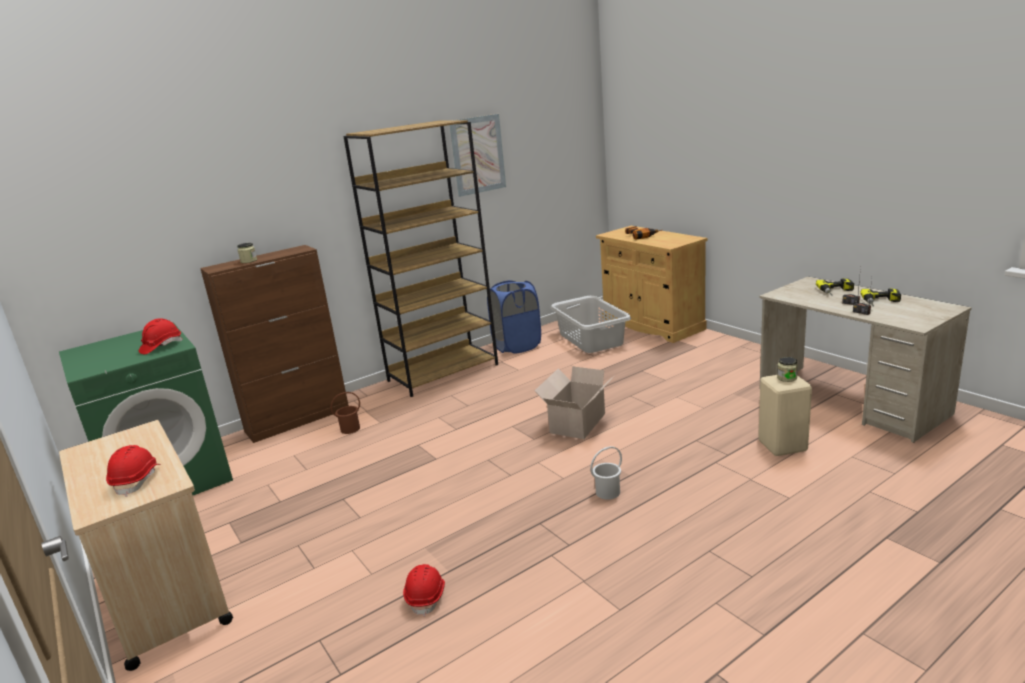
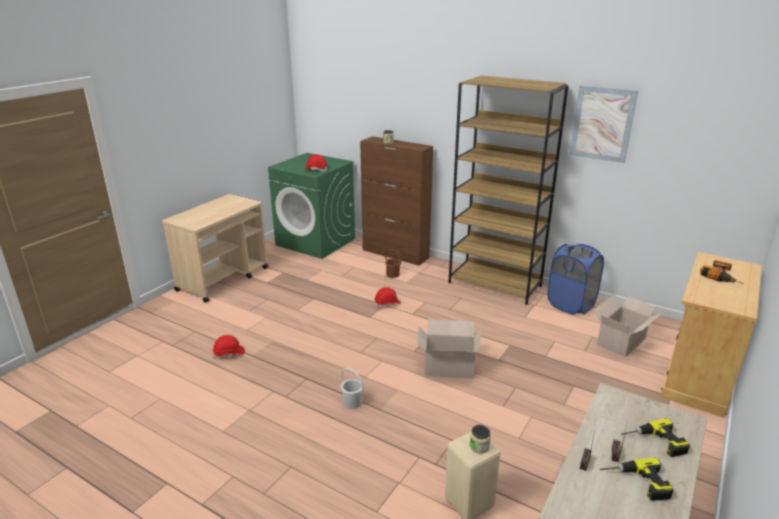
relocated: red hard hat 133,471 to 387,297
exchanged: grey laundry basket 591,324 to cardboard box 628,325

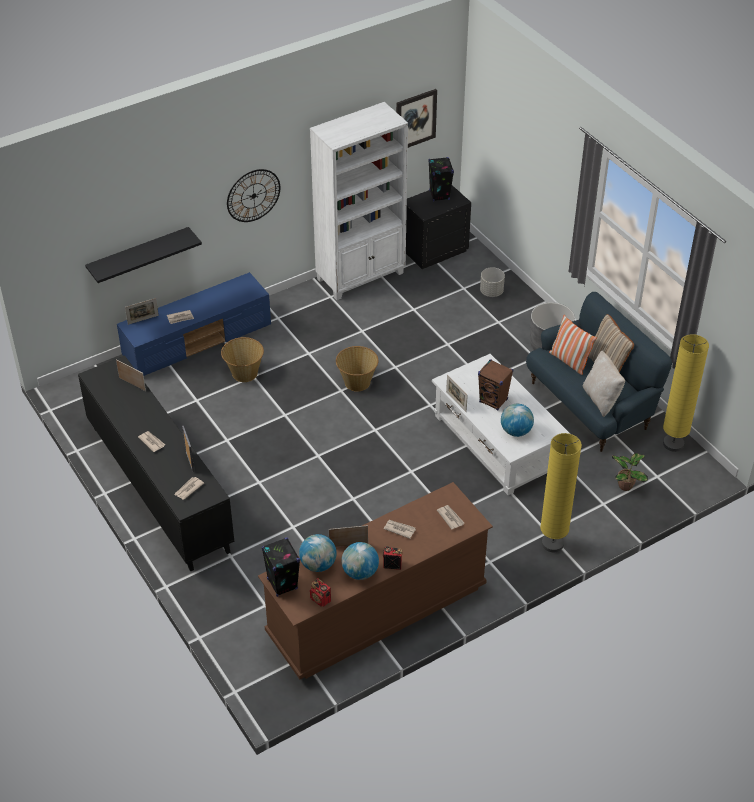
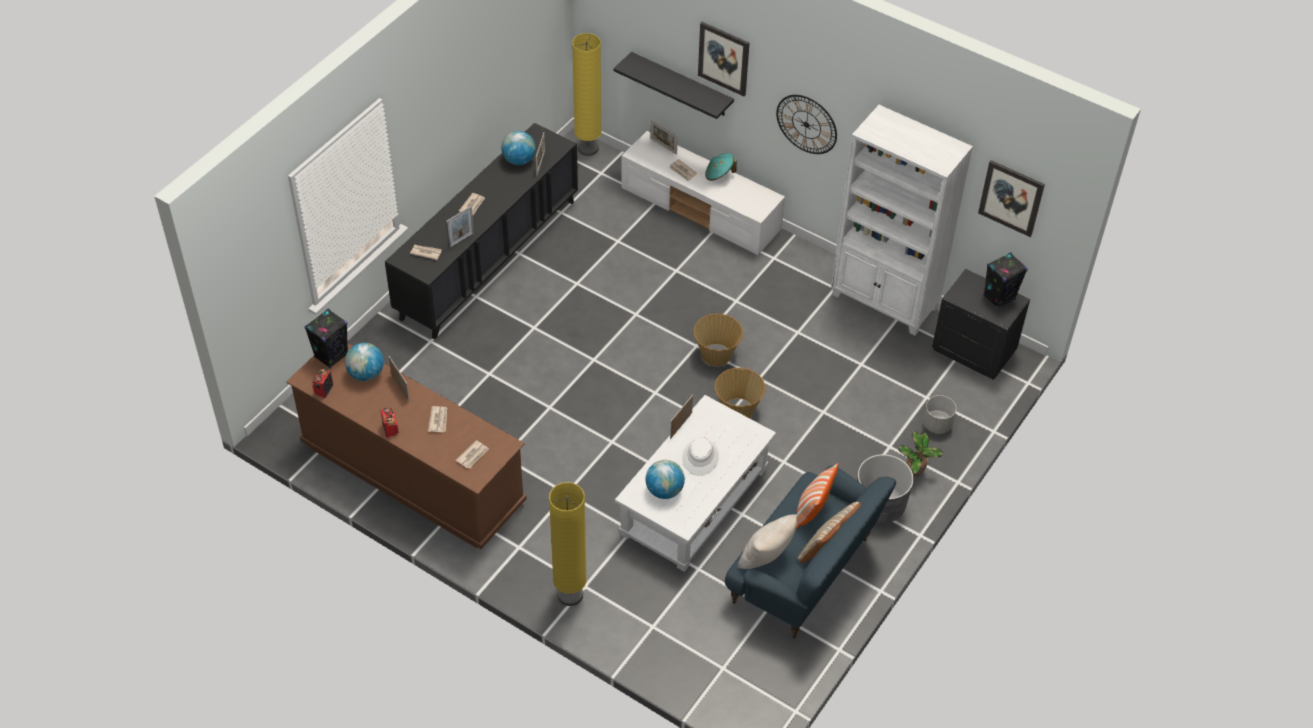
appeared: picture 723,59; turquoise hat 721,167
relocated: basket 242,359 to 740,393; globe 360,561 to 518,148; potted plant 630,472 to 921,453; yellow floor lamp 686,393 to 587,94
exchanged: brown speaker 495,385 to white hat 700,456
colour: blue tv stand 194,324 to white tv stand 703,193

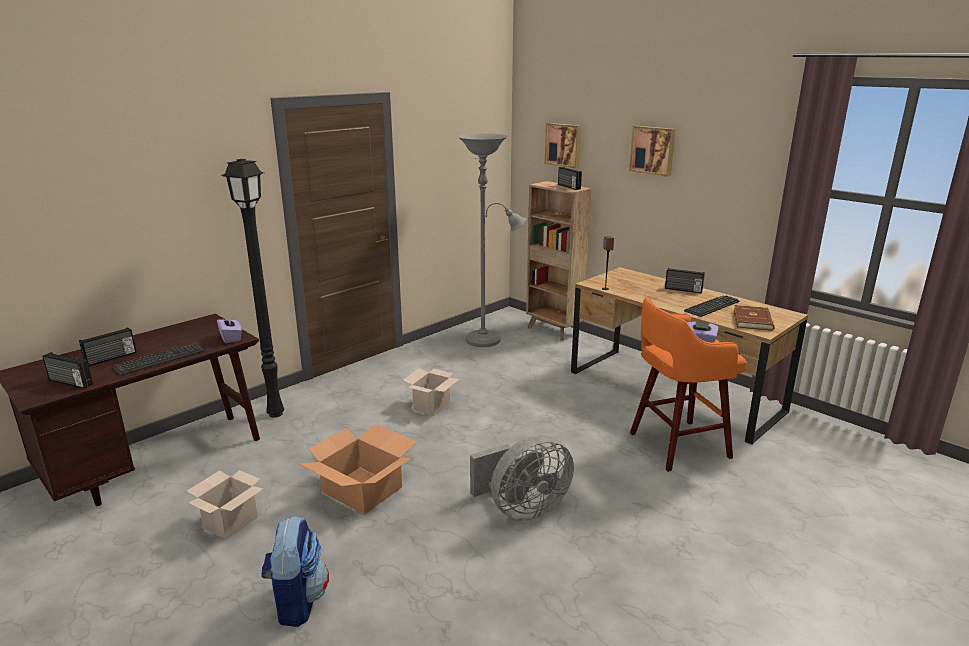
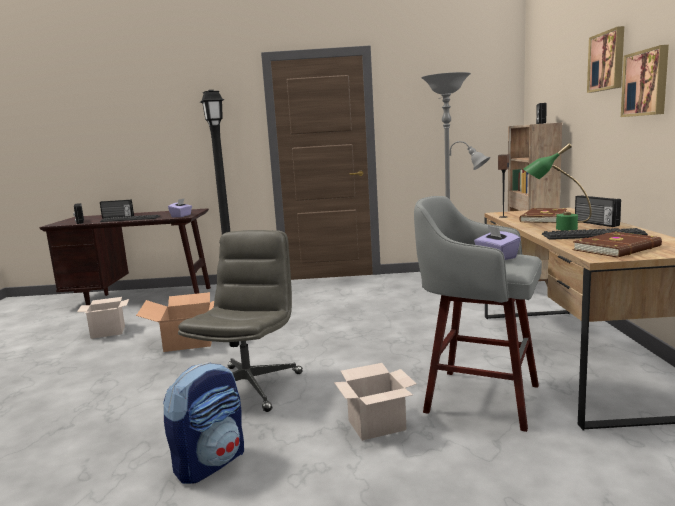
appeared: brown book 543,215; green table lamp 557,187
relocated: backpack 295,571 to 203,423; cardboard box 431,392 to 375,402; picture 563,145 to 645,81
exchanged: grey fan 522,478 to grey office chair 240,321
colour: orange stool 688,384 to grey stool 478,314

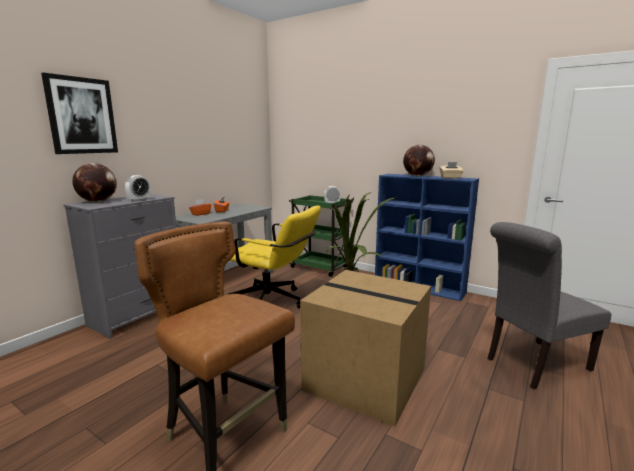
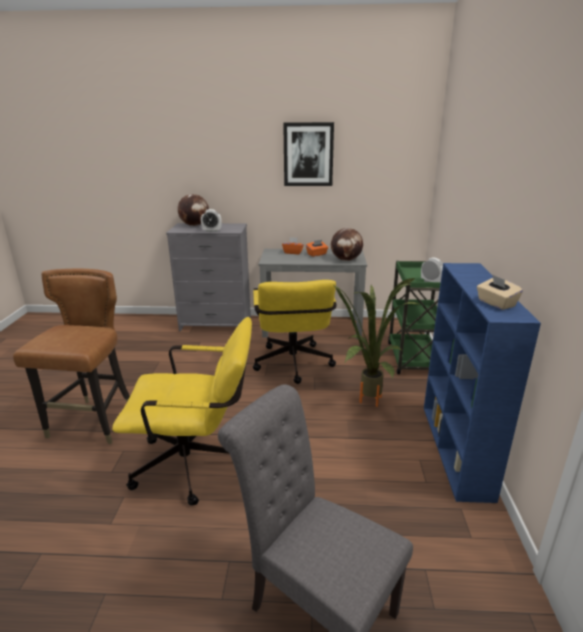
relocated: picture 79,113 to 308,154; globe 419,160 to 347,244
exchanged: cardboard box 365,348 to yellow office chair 182,411

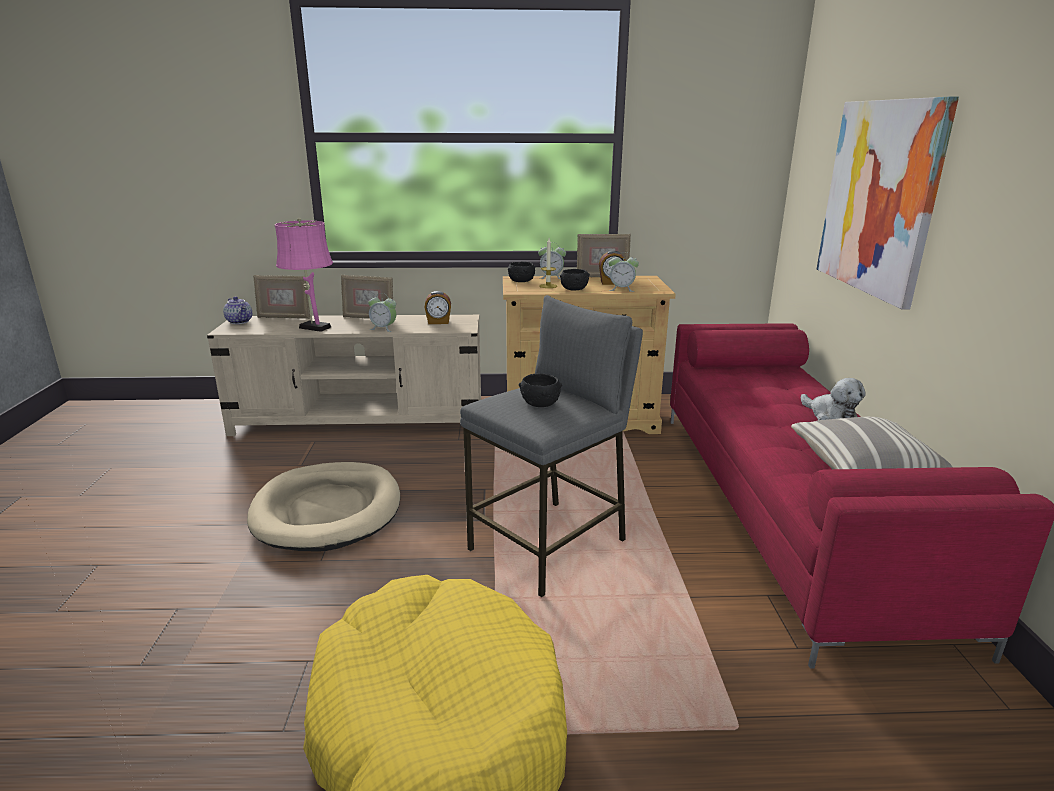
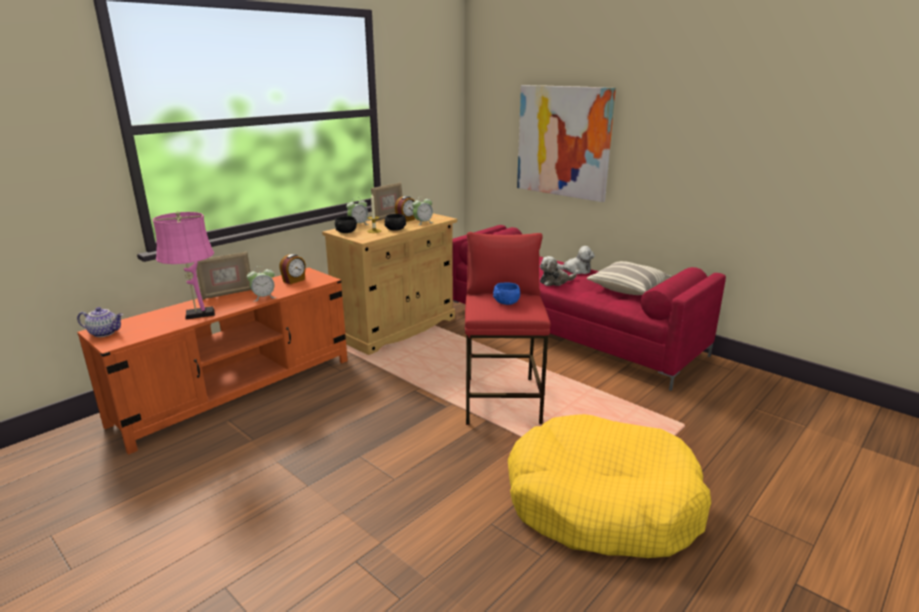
missing: beige dog bed 323,506; picture frame 281,297
appeared: plush toy 558,271
colour: beige tv stand 344,375 to orange tv stand 212,361; grey stool 551,446 to red stool 508,328; black bowl 540,390 to blue bowl 506,293

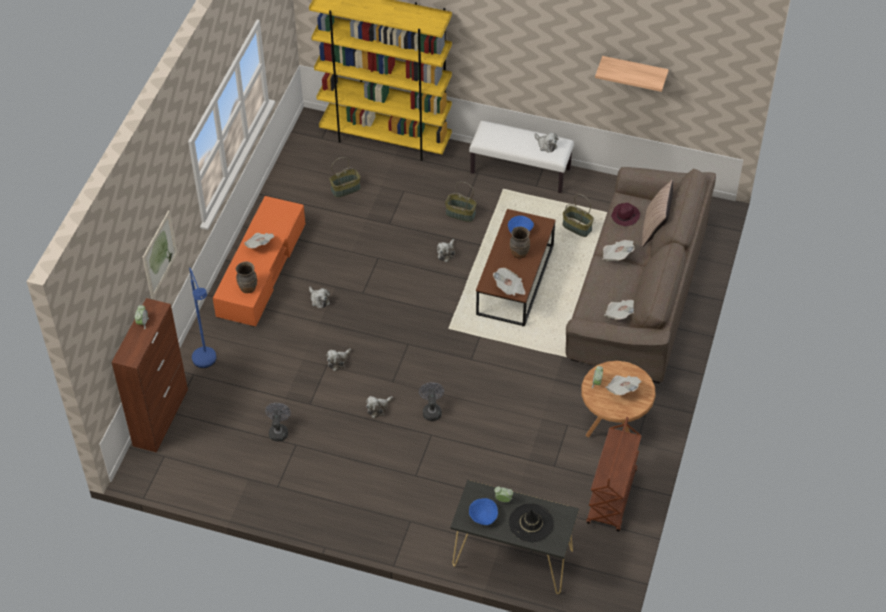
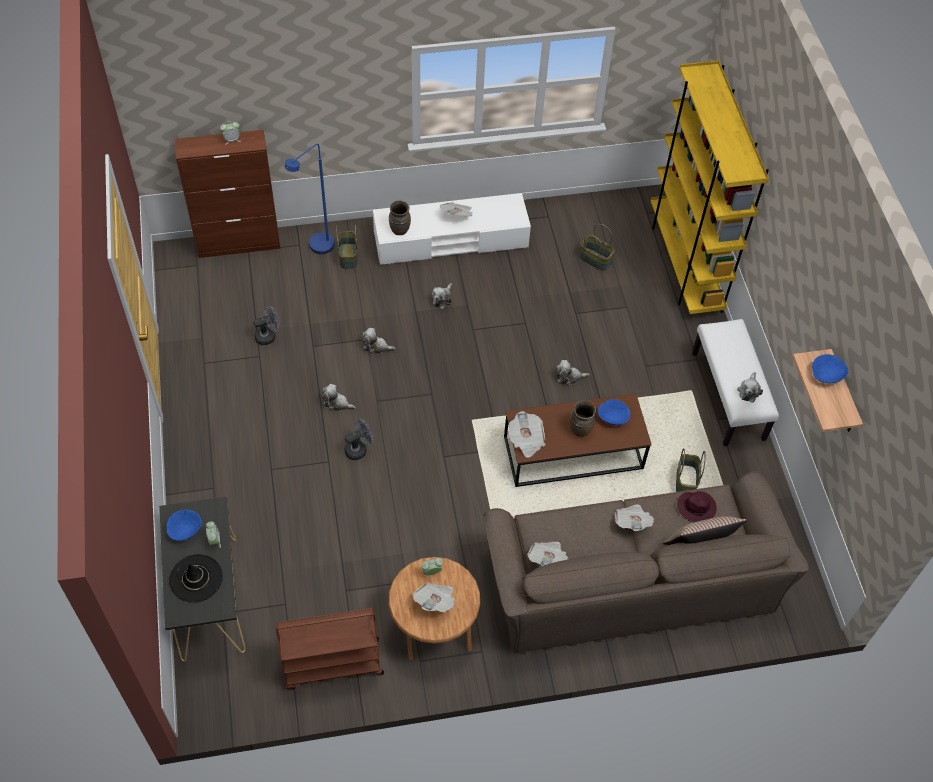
missing: picture 160,255
appeared: blue bowl 830,368
relocated: basket 461,202 to 347,246
colour: orange tv stand 259,261 to white tv stand 452,229

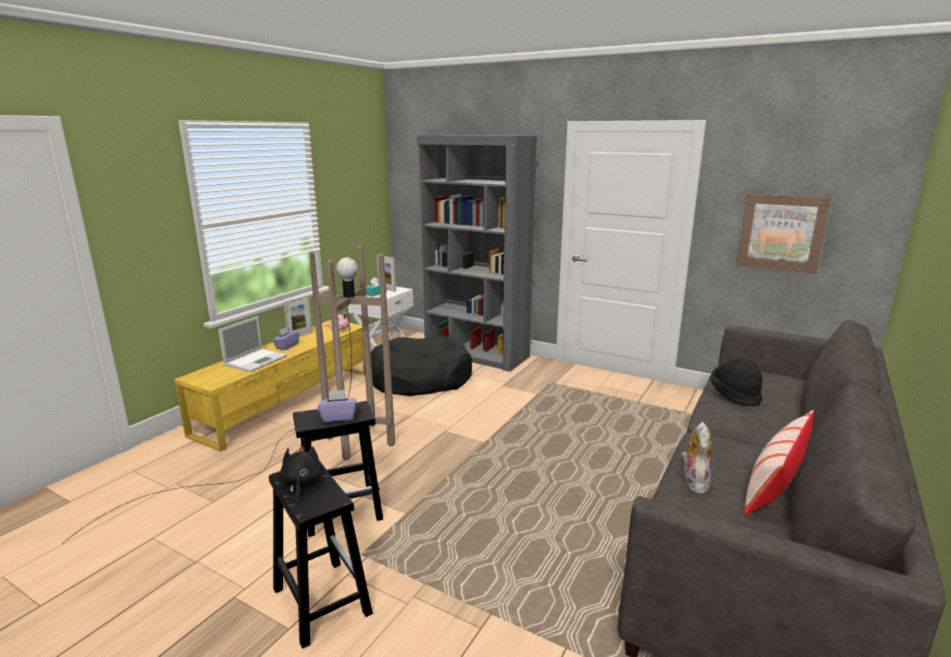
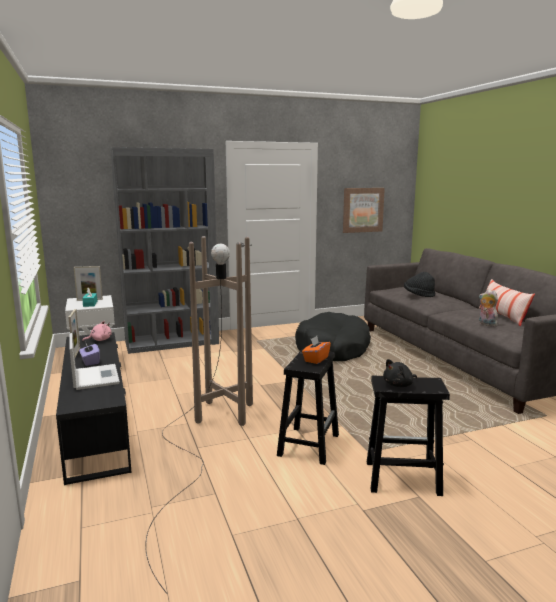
relocated: black dog bed 421,366 to 333,336
colour: yellow tv stand 270,386 to black tv stand 94,408; purple tissue box 337,406 to orange tissue box 316,350
spun: black plush toy 300,472 = 400,373 60 degrees counterclockwise

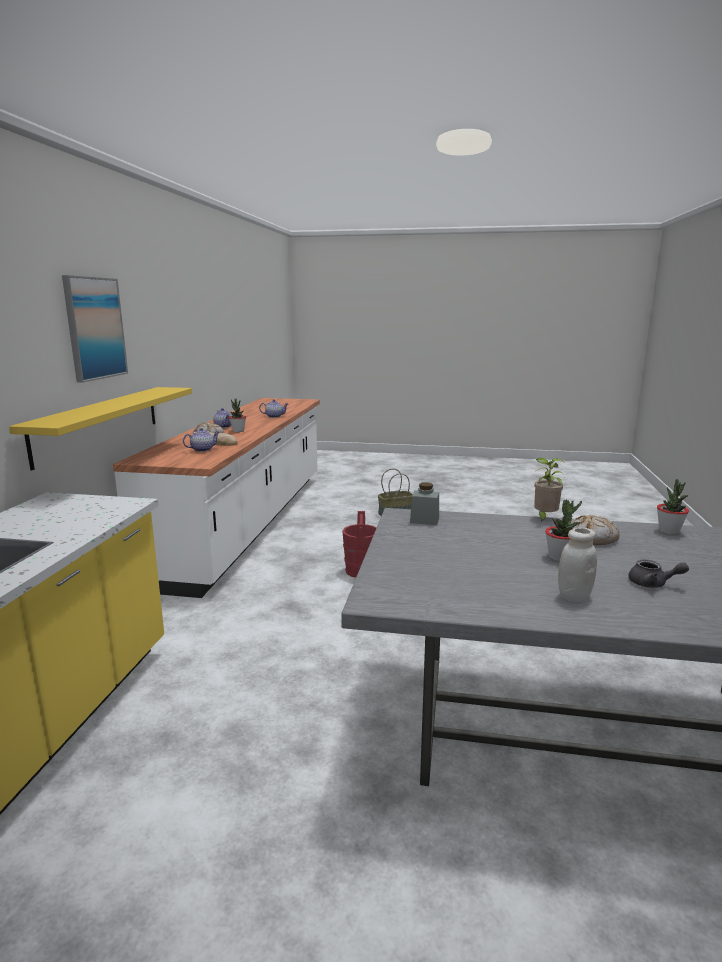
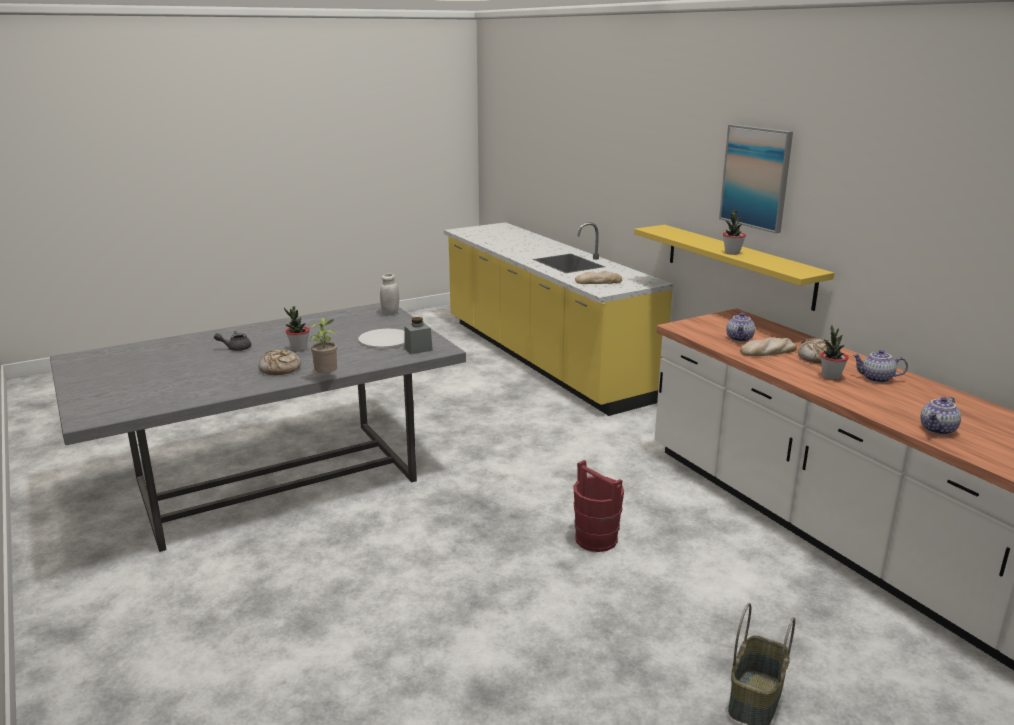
appeared: white plate 381,338; bread 598,277
relocated: white jar 577,565 to 389,295; potted plant 673,507 to 734,232

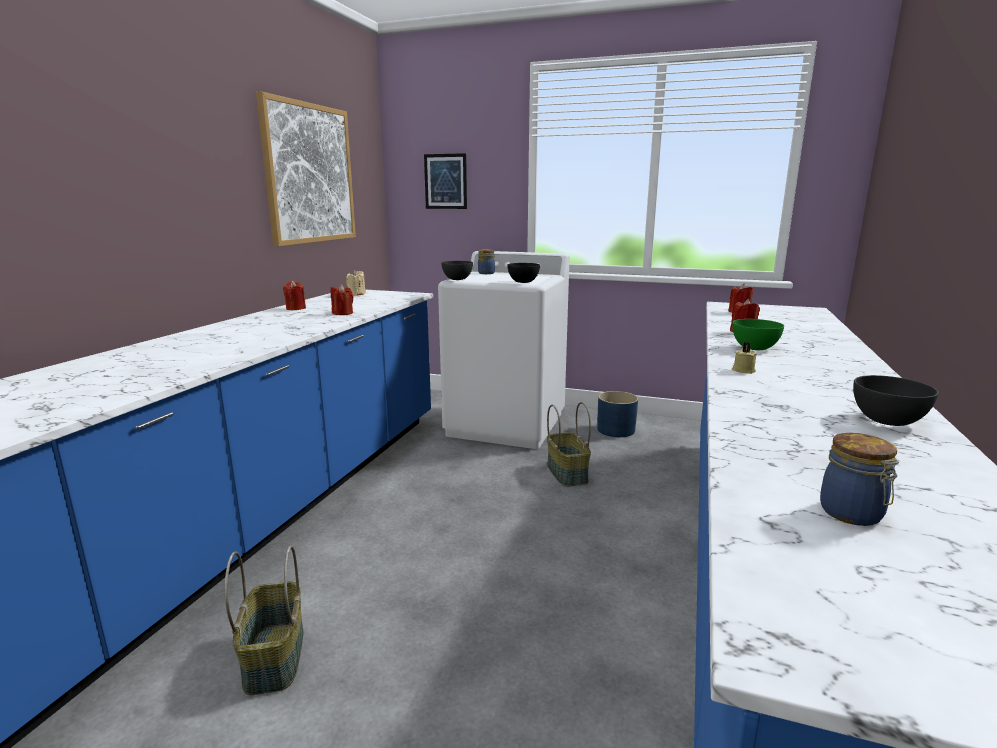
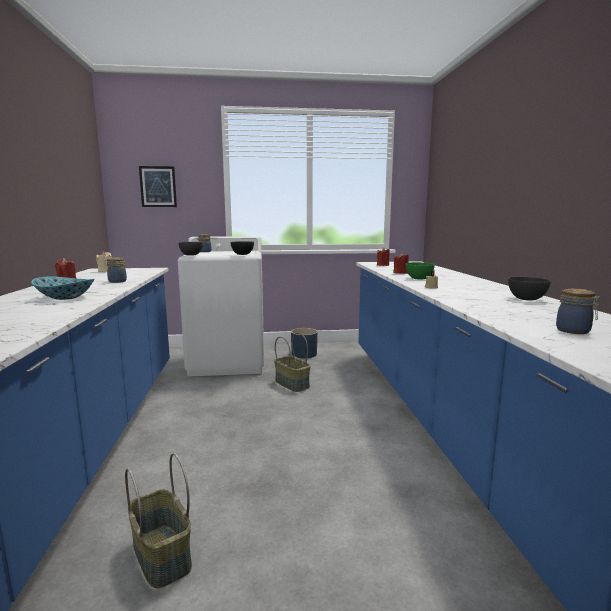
missing: picture 306,169
appeared: bowl 63,288
exchanged: red candle 342,299 to jar 117,270

